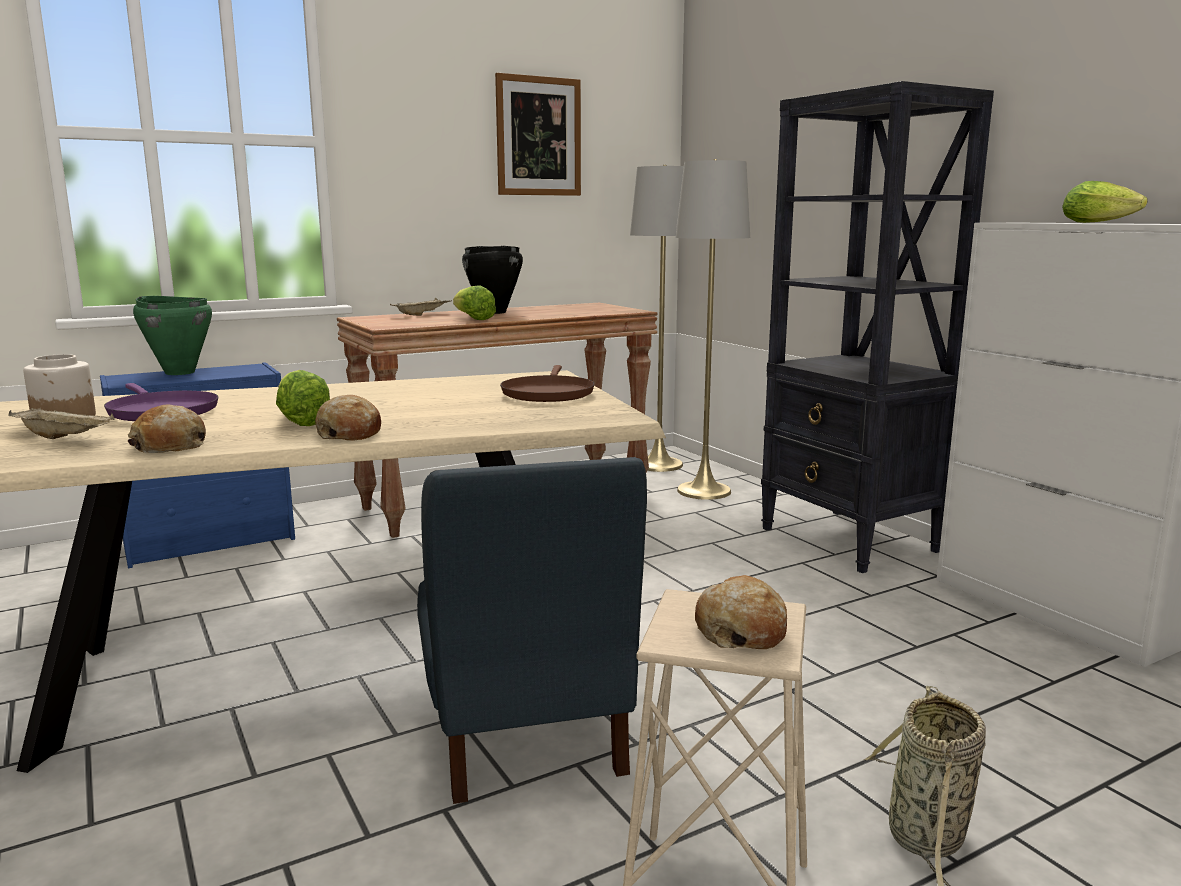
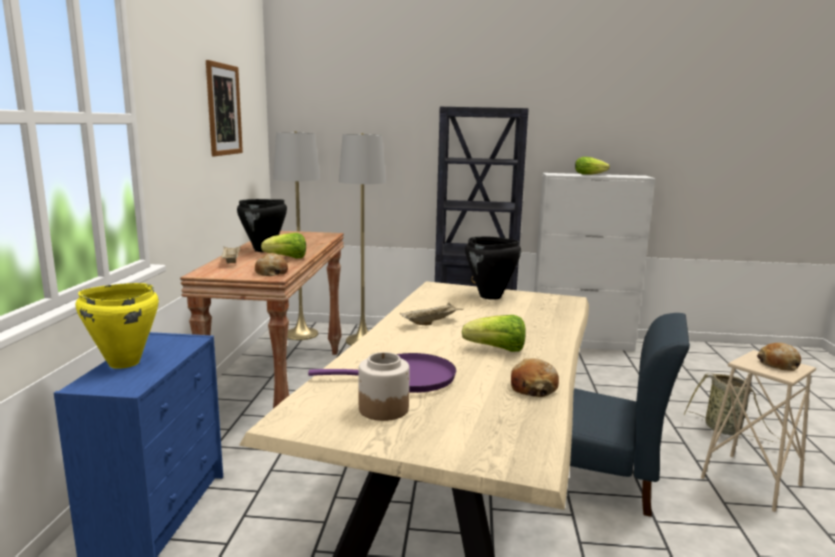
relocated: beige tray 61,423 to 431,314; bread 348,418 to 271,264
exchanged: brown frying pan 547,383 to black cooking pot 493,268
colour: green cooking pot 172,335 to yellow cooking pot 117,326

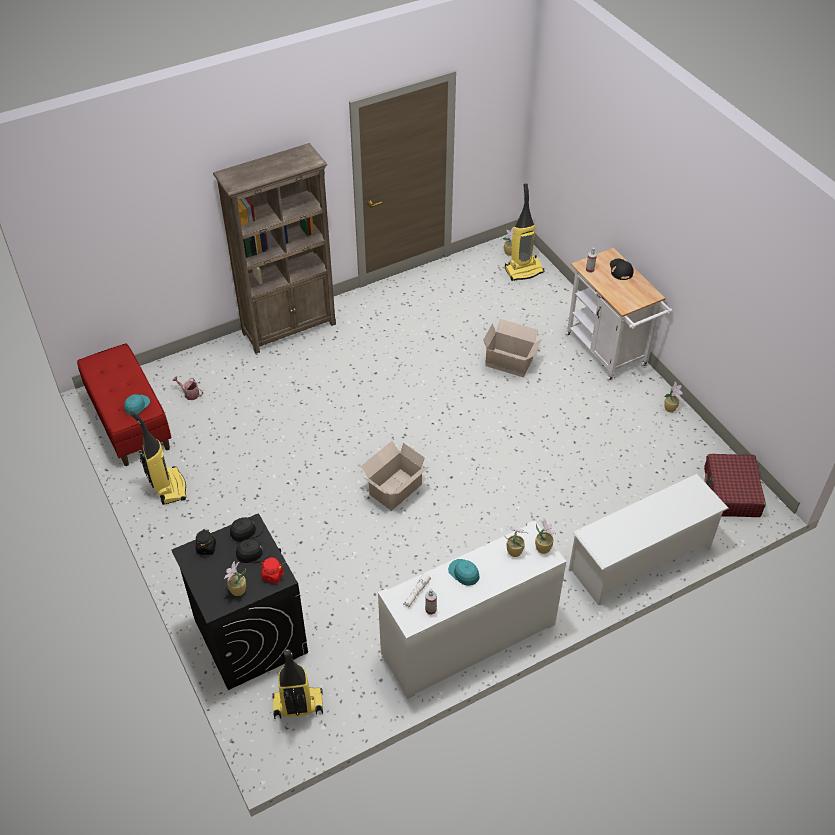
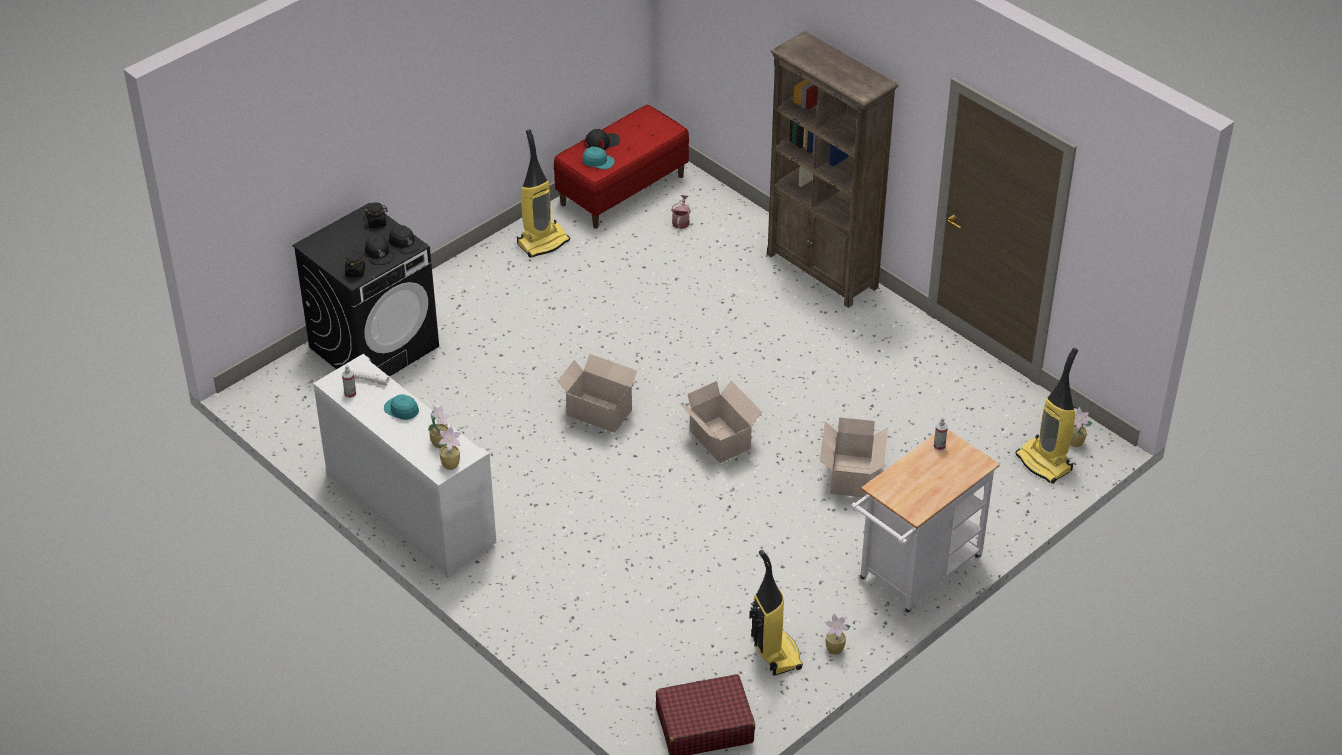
missing: potted plant 235,578; white shoe rack 649,539
appeared: cardboard box 720,421
relocated: vacuum cleaner 297,684 to 776,613; black cap 622,269 to 602,139
colour: red jar 271,571 to black jar 355,264
spun: turquoise cap 463,572 = 401,407 90 degrees counterclockwise

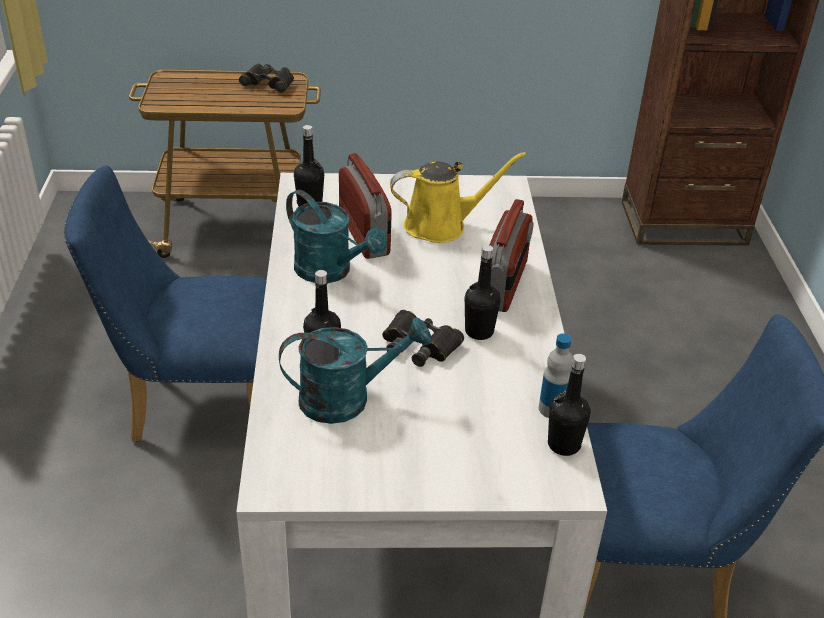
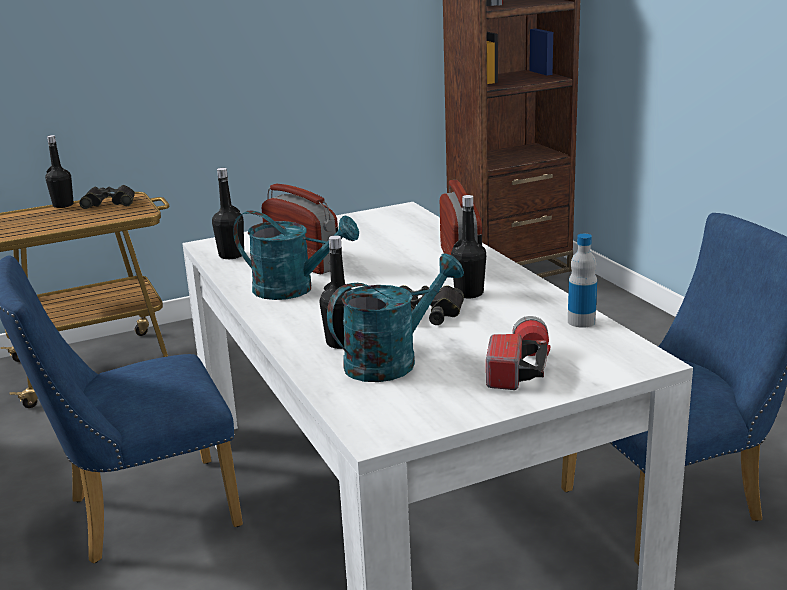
missing: yellow watering can 458,197
appeared: flashlight 518,353
relocated: black bottle 569,405 to 59,171

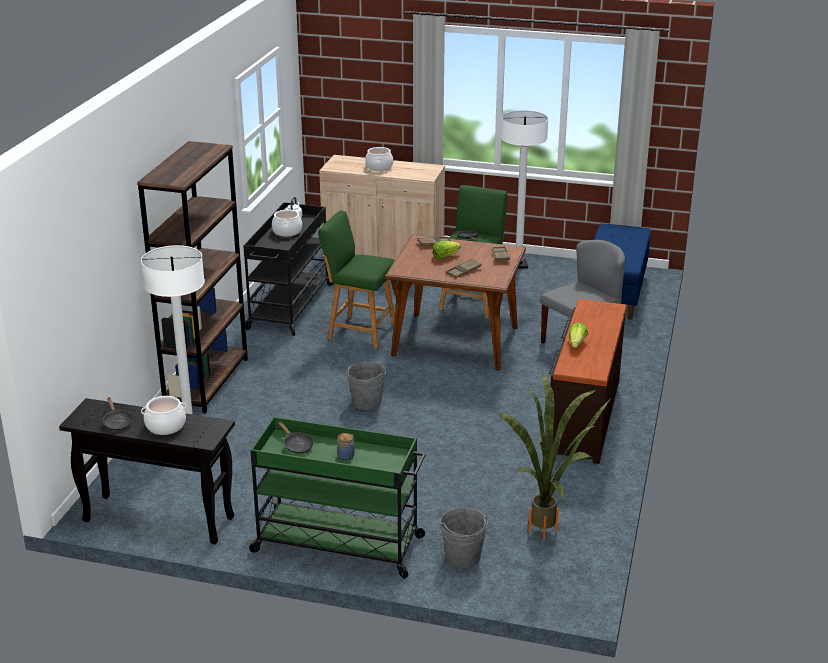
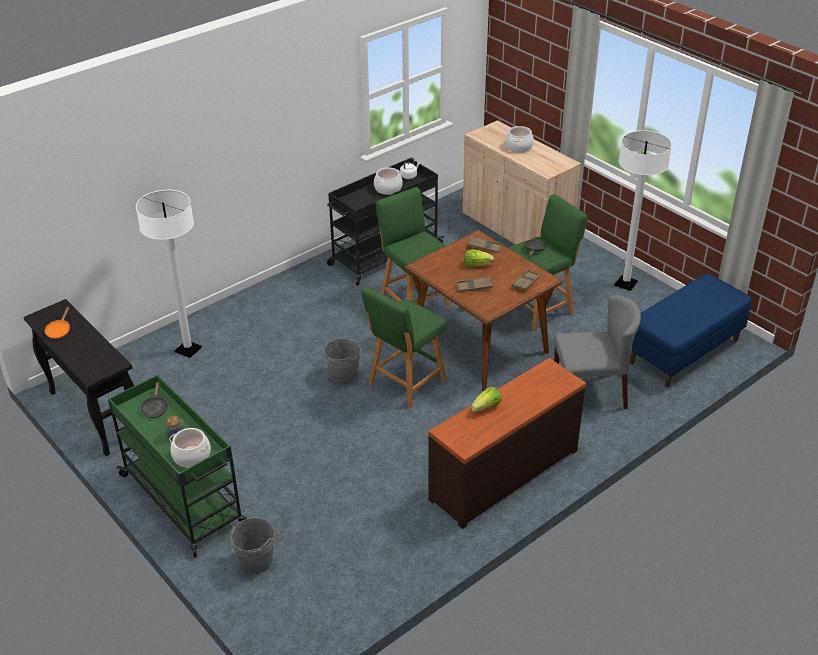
missing: brown bookcase 192,277; potted plant 554,456
appeared: green stool 404,347
relocated: cooking pot 164,415 to 190,448
colour: black frying pan 118,414 to orange frying pan 57,322

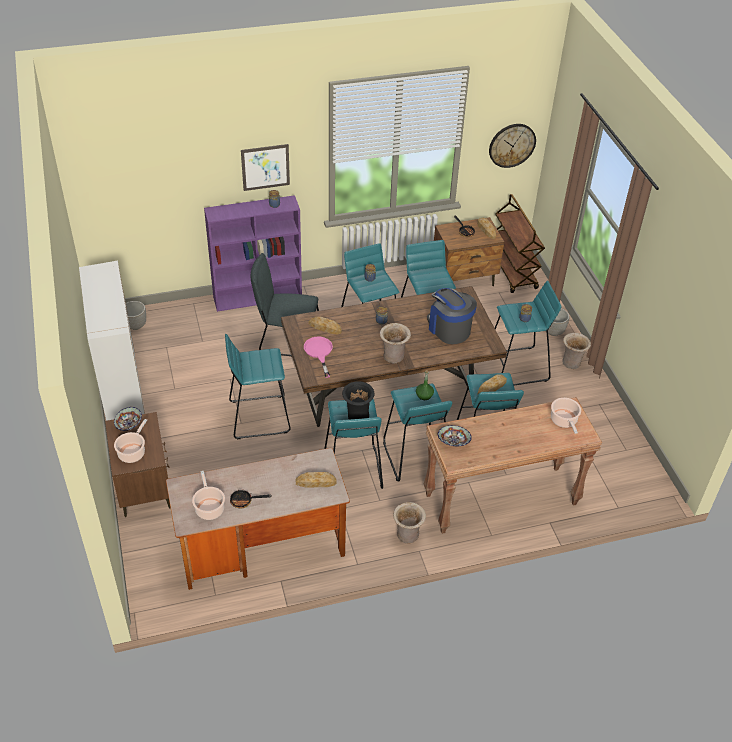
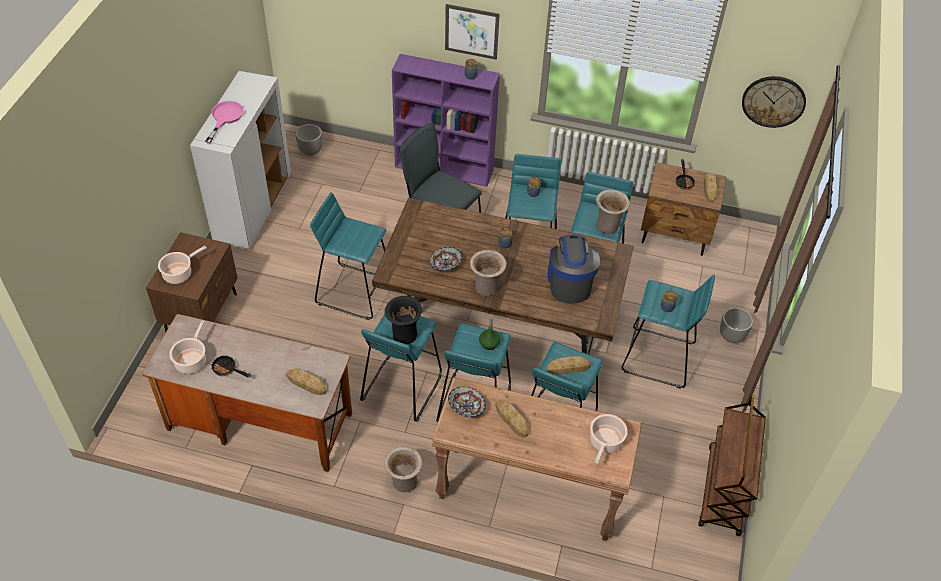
relocated: bowl 128,419 to 446,259; pink frying pan 318,357 to 224,122; bread 325,326 to 512,418; brown cart 520,243 to 732,465; beige vase 576,351 to 613,212

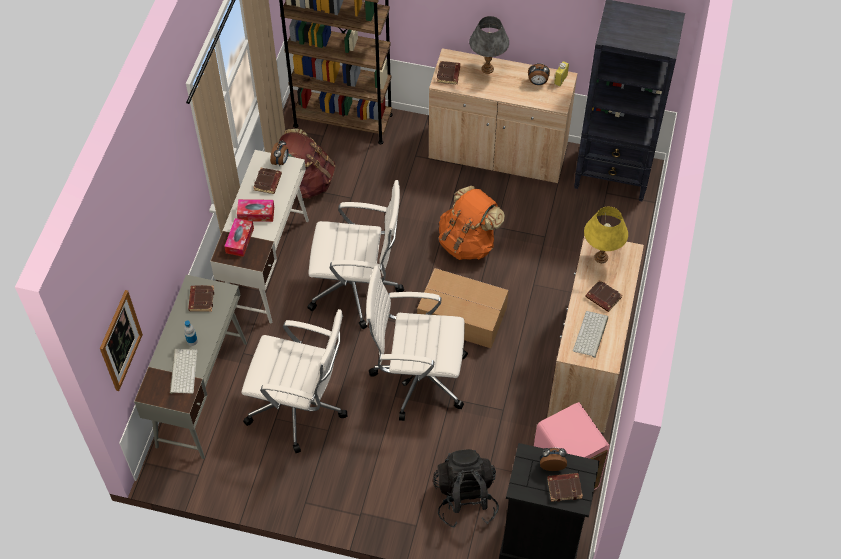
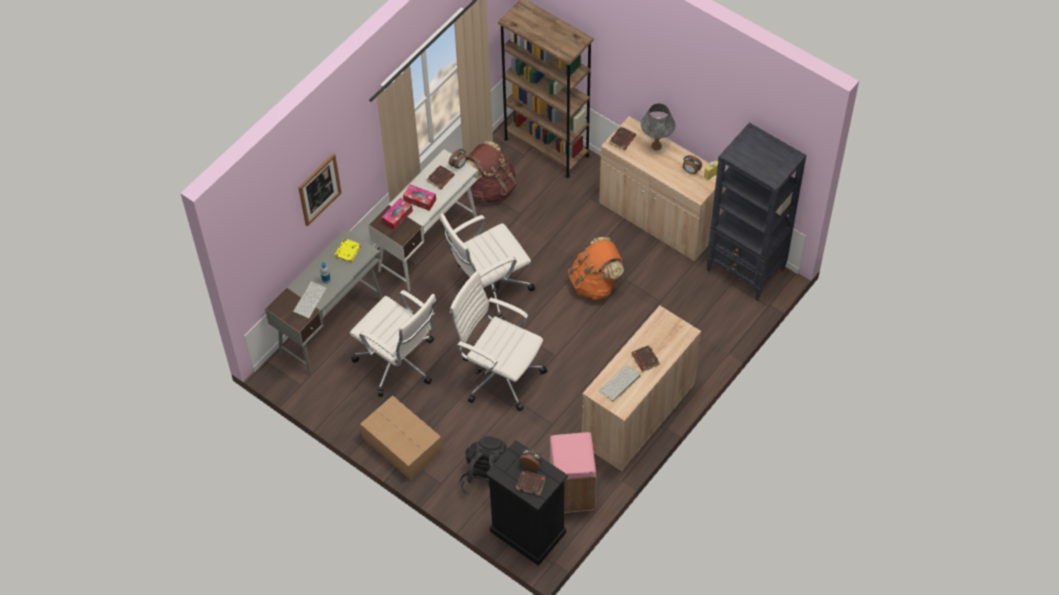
missing: yellow table lamp 606,235
relocated: picture 121,340 to 320,189; cardboard box 463,308 to 401,438
colour: brown book 201,298 to yellow book 347,250
spun: white office chair 356,254 = 487,266 120 degrees clockwise

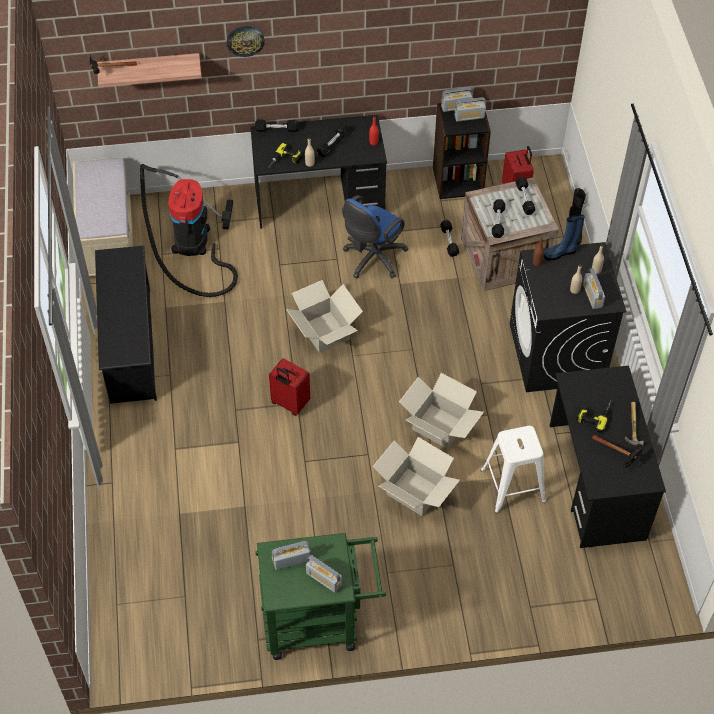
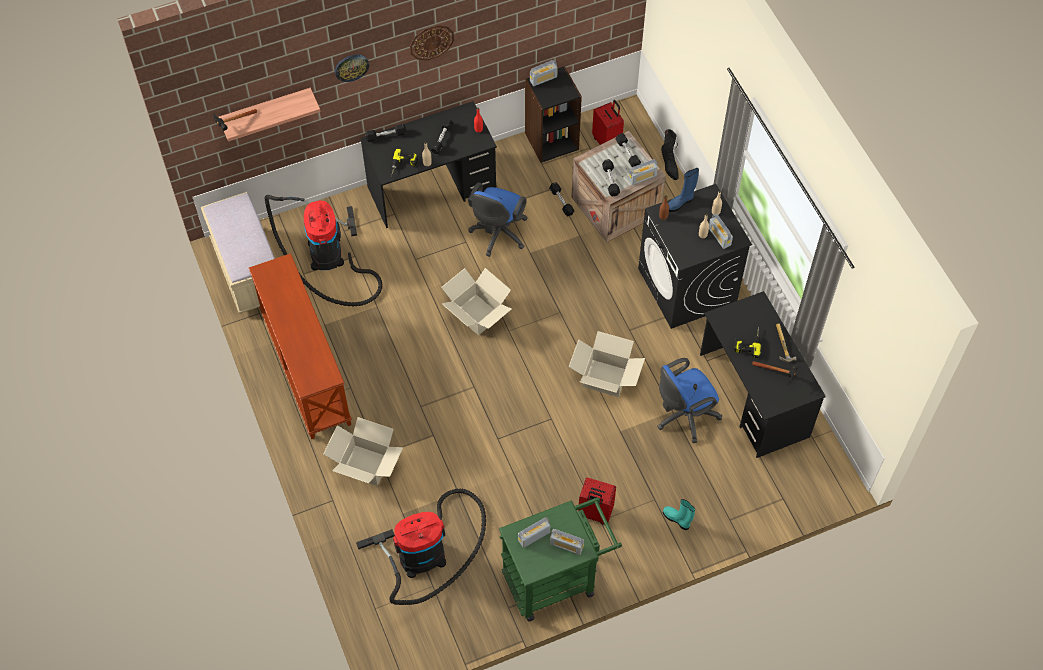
appeared: vacuum cleaner 421,546; wall clock 432,43; turquoise boot 679,514
relocated: red suitcase 289,387 to 597,501; cardboard box 416,476 to 363,451; radio 470,109 to 643,172
exchanged: black shoe rack 126,325 to brown console table 300,346; white stool 513,469 to blue office chair 689,400

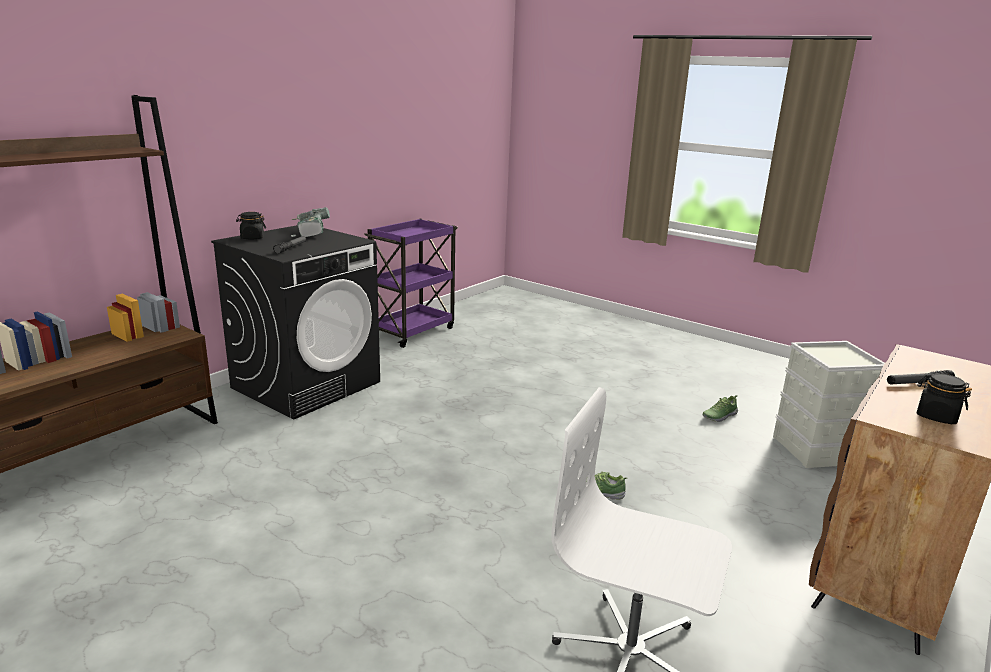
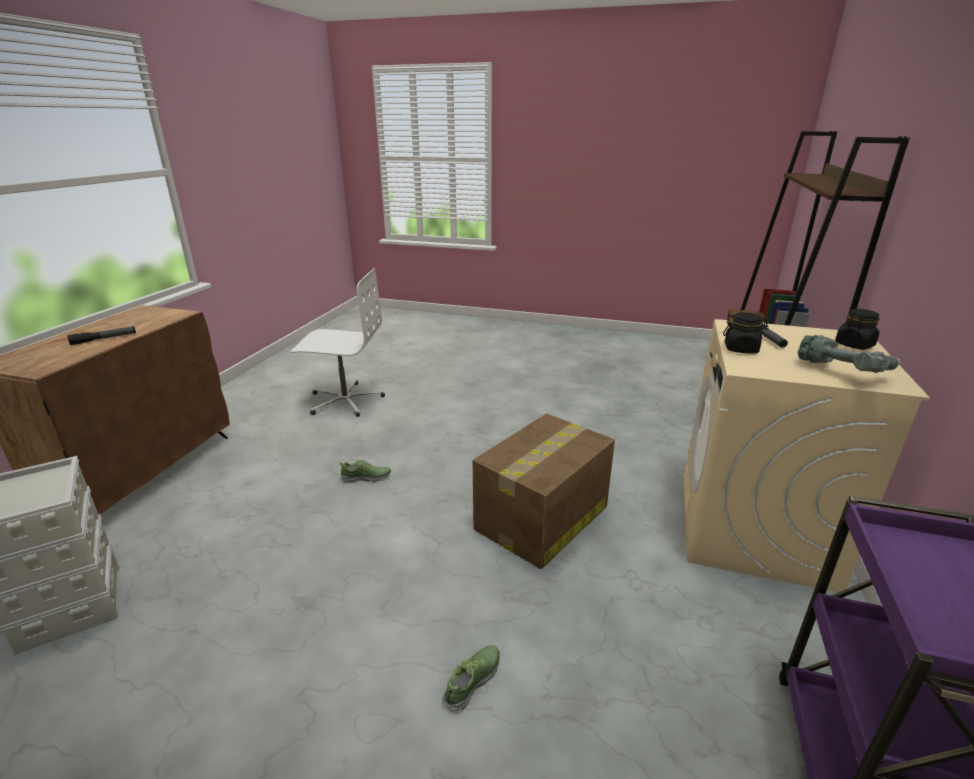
appeared: cardboard box 544,491
relocated: shoe 720,408 to 471,678; black jar 944,398 to 746,333
colour: black washing machine 295,322 to beige washing machine 807,455

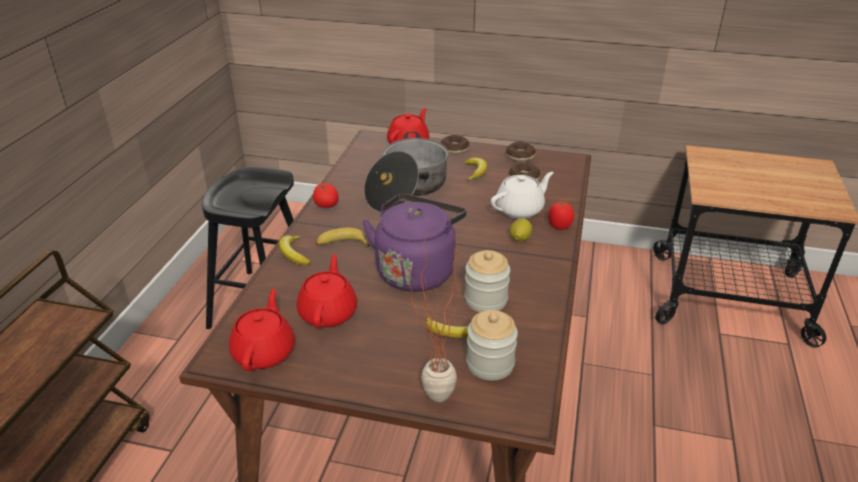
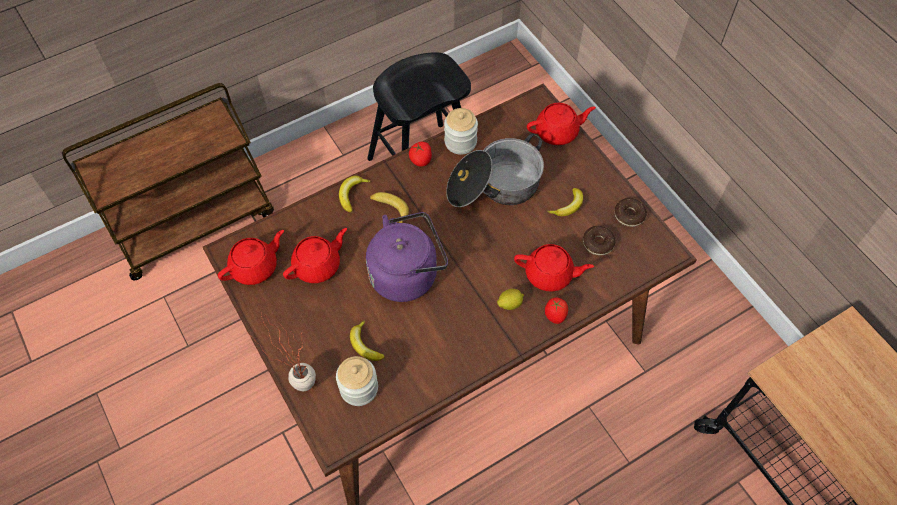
missing: donut 455,144
relocated: jar 487,281 to 461,131
colour: white teapot 522,195 to red teapot 554,268

